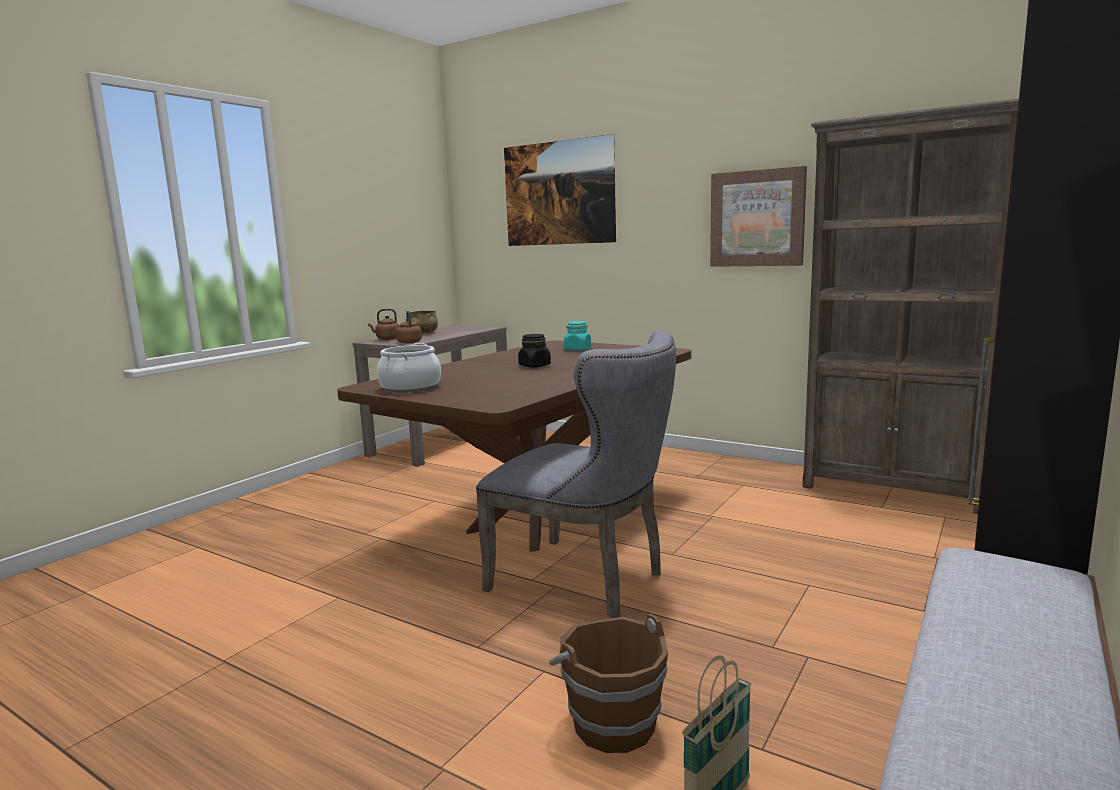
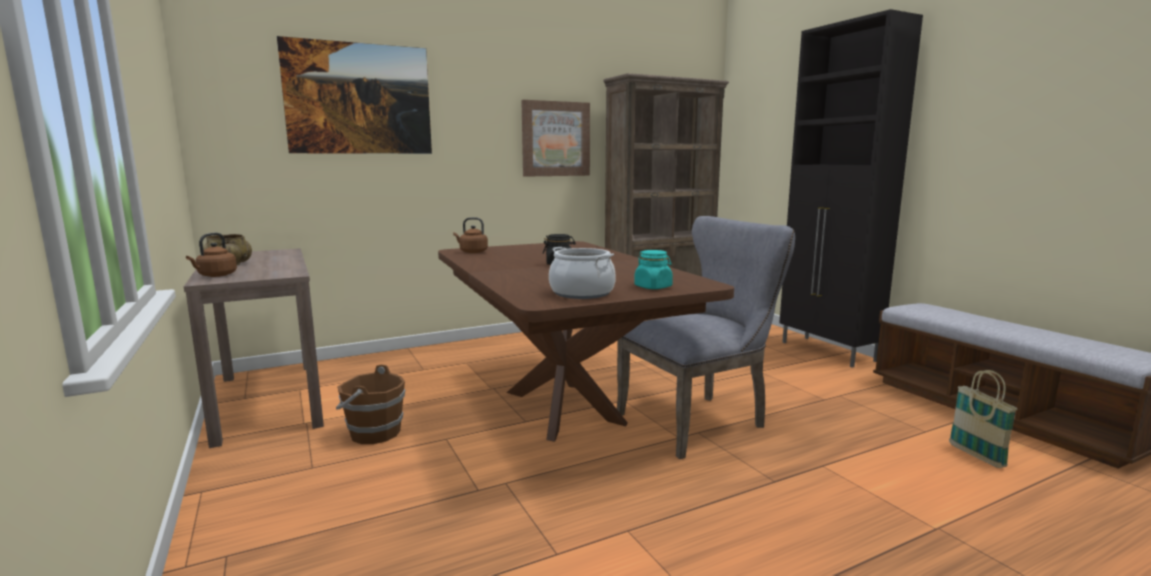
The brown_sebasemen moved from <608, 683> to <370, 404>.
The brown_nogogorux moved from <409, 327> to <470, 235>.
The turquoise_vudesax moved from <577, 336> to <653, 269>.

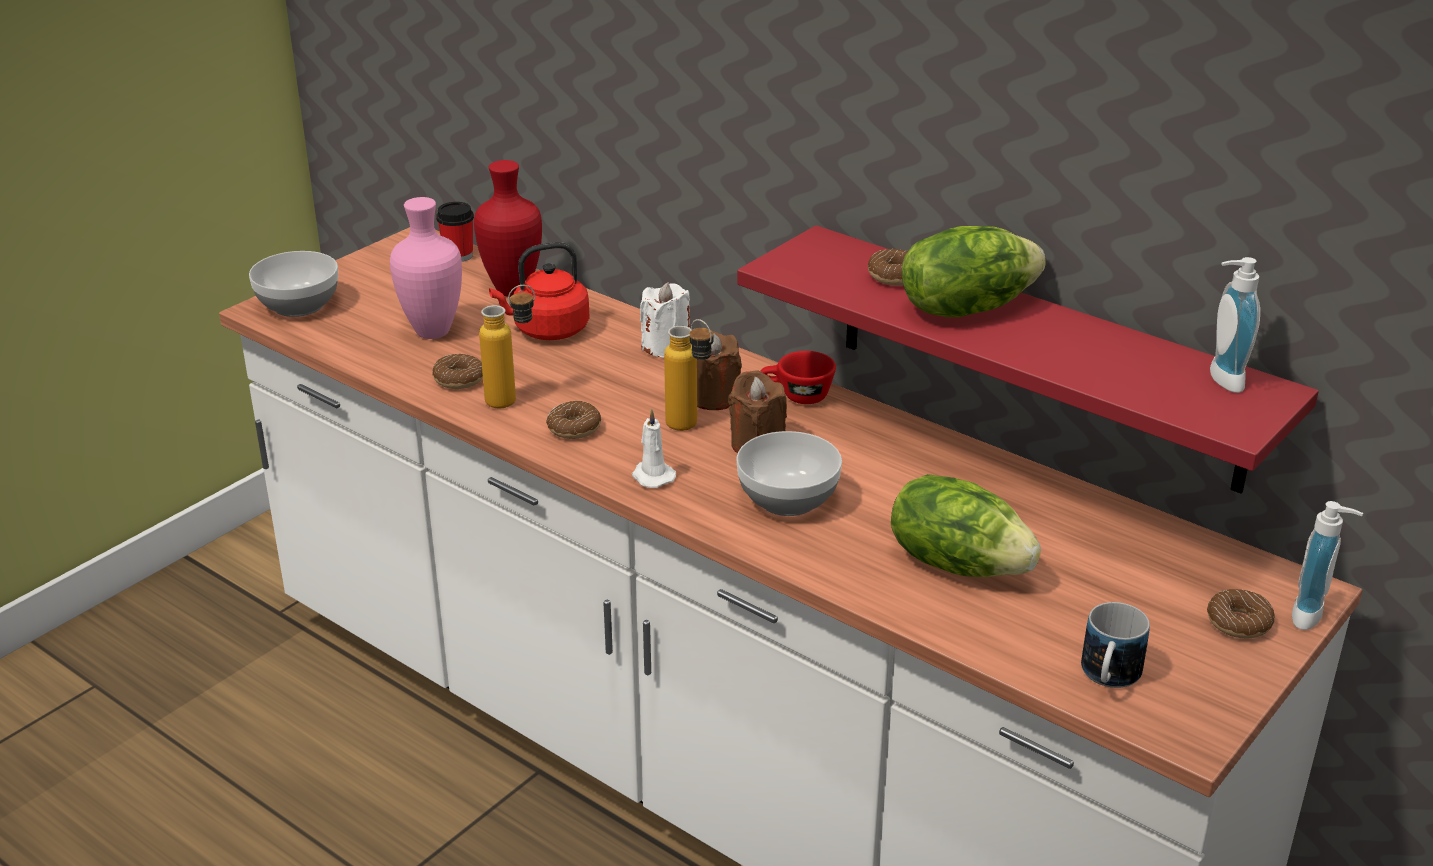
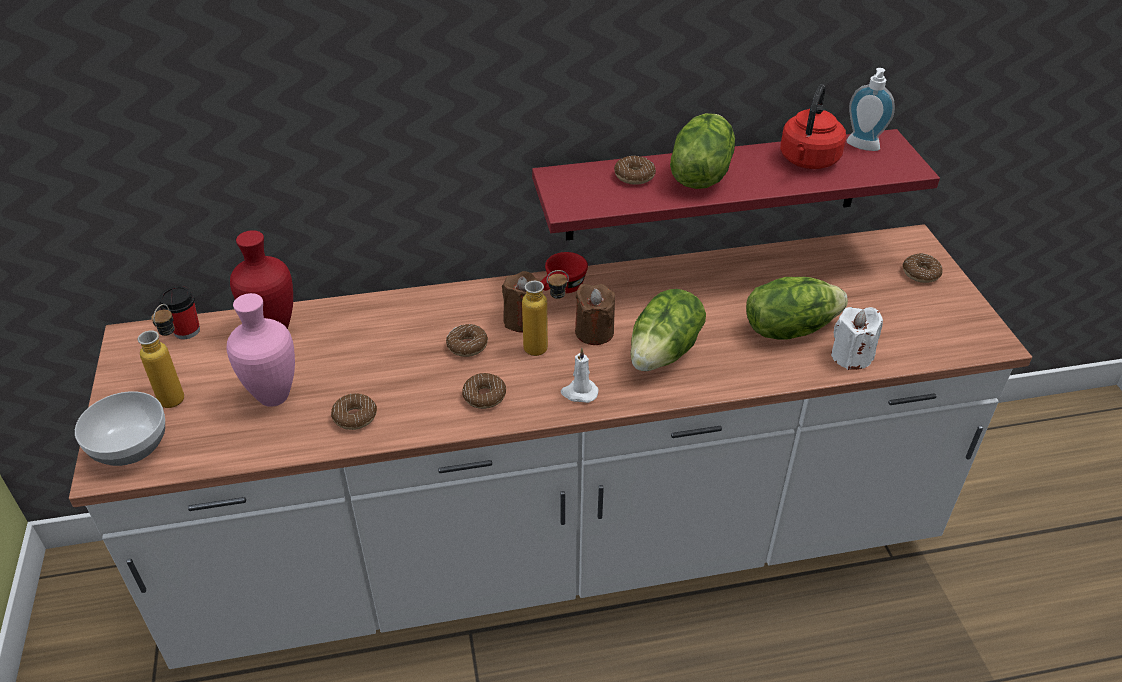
The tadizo moved from <507, 347> to <160, 356>.
The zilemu at <467, 340> appeared.
The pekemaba at <789, 473> was replaced by the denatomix at <668, 330>.
The red_nogogorux moved from <539, 291> to <813, 126>.
The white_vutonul moved from <665, 319> to <857, 338>.
The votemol at <1115, 645> disappeared.
The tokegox at <1327, 565> disappeared.

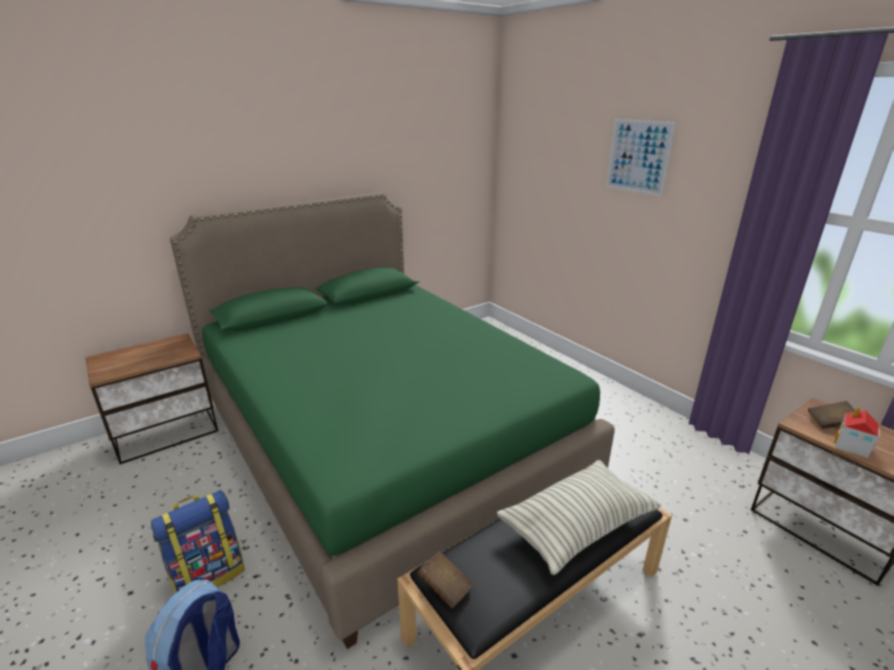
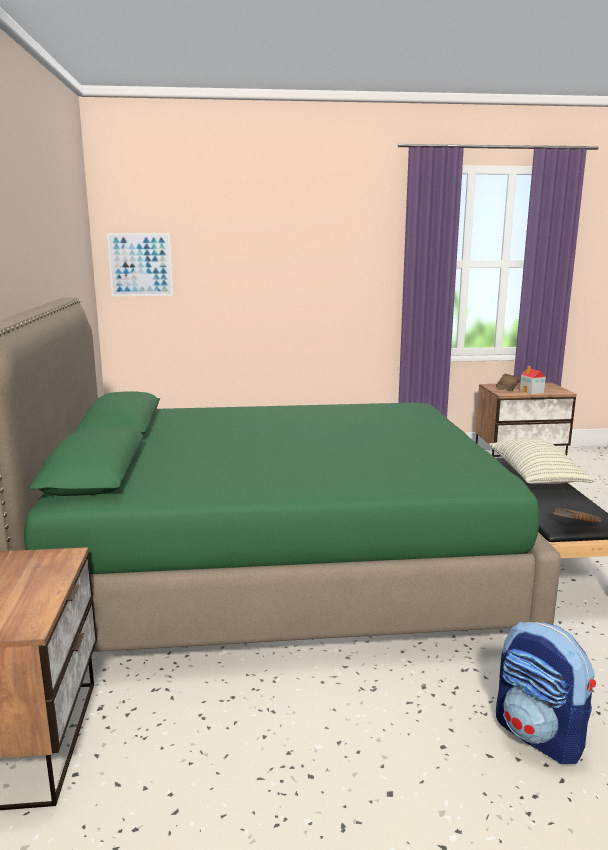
The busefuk moved from <641, 157> to <140, 264>.
The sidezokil at <198, 542> disappeared.

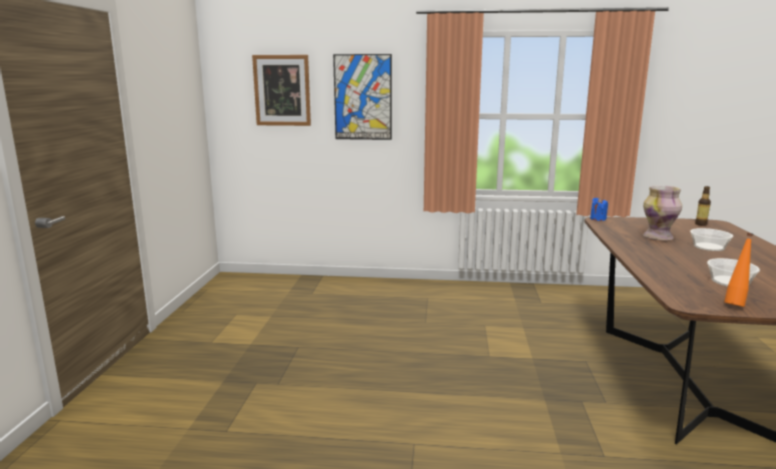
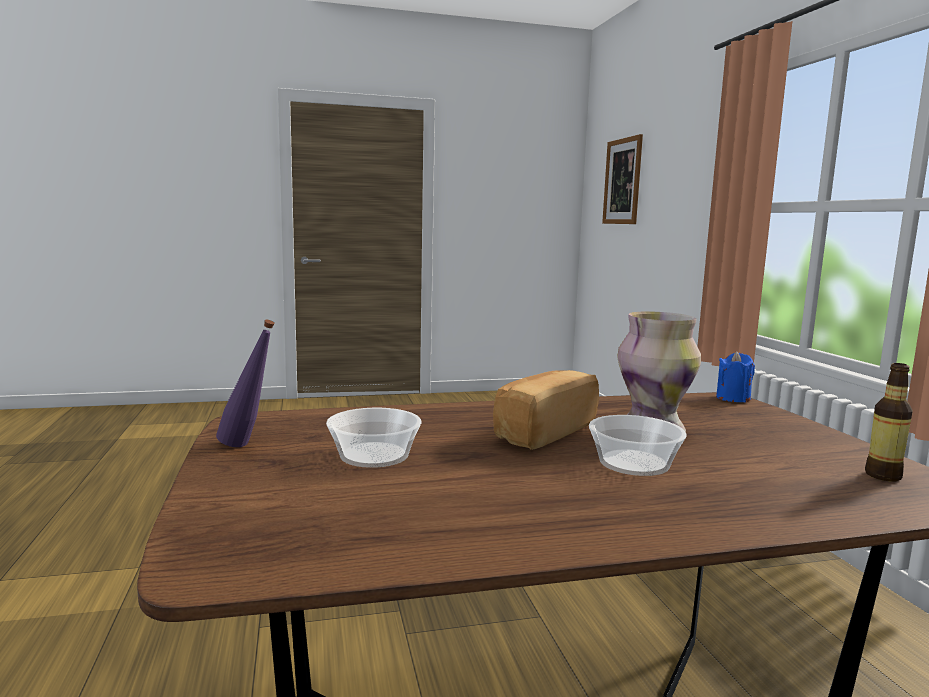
The orange_tadizo at <738, 270> became the purple_tadizo at <245, 383>.
The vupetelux at <546, 410> appeared.
The busefuk at <362, 97> disappeared.

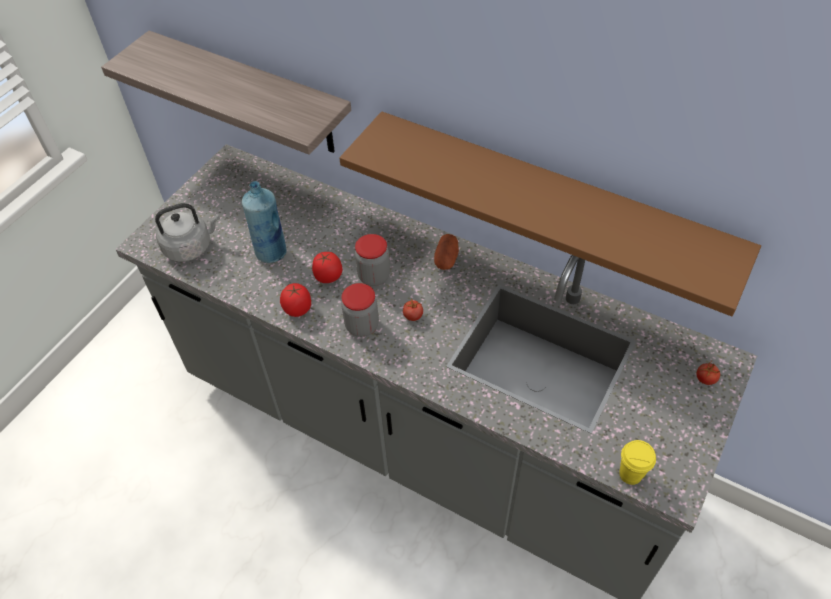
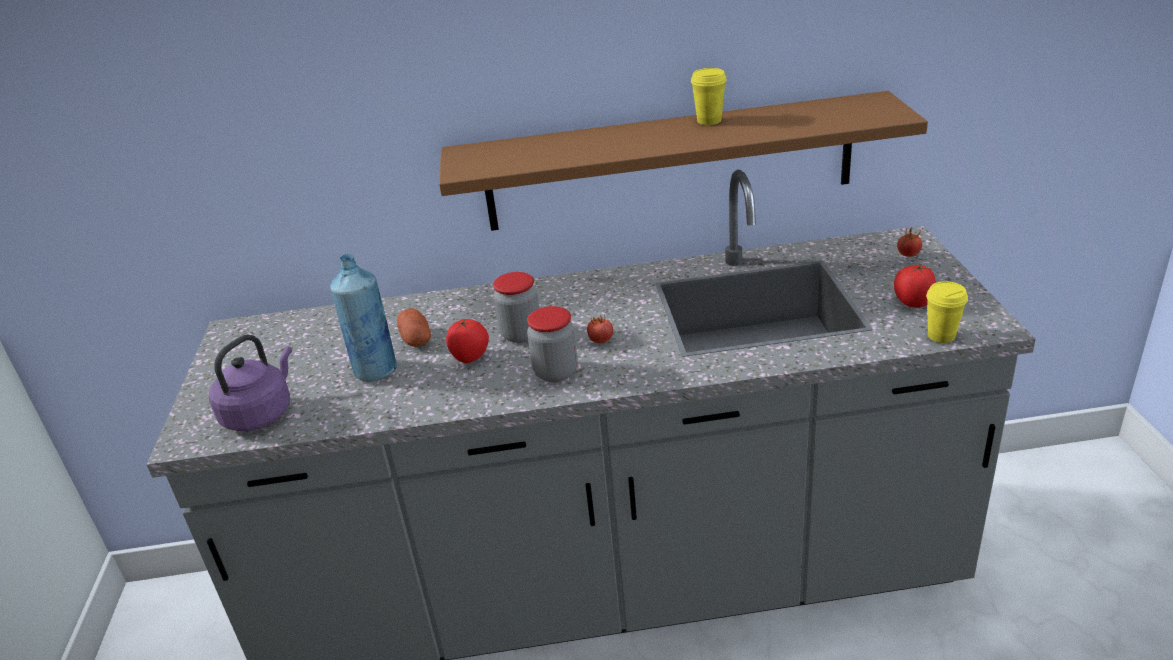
The grey_nogogorux at <187, 232> became the purple_nogogorux at <250, 382>.
The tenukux moved from <446, 252> to <414, 327>.
The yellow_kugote at <709, 96> appeared.
The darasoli moved from <295, 300> to <915, 286>.
The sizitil at <226, 93> disappeared.

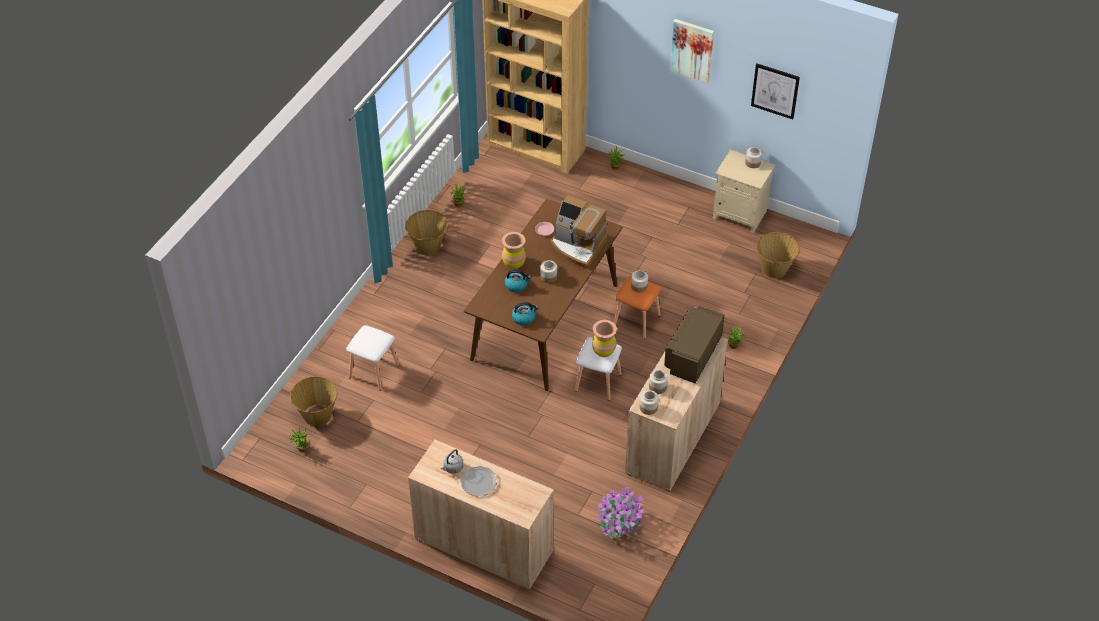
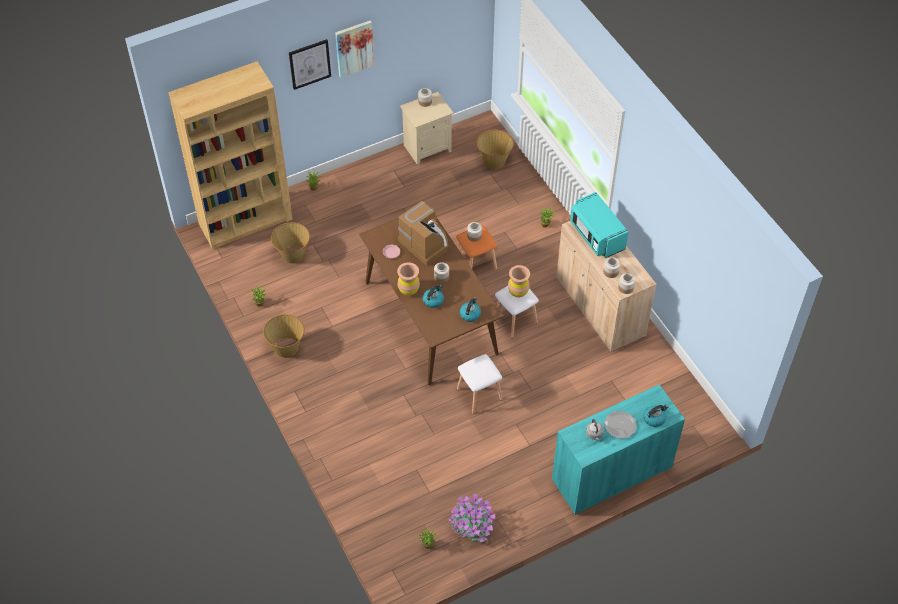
The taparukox moved from <313, 401> to <290, 243>.
The busefuk moved from <775, 91> to <310, 64>.
The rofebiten at <579, 231> turned 105 degrees counterclockwise.
The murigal moved from <621, 513> to <471, 518>.
The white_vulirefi moved from <372, 357> to <479, 384>.
The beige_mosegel at <481, 515> became the turquoise_mosegel at <618, 449>.
The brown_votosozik at <694, 344> became the turquoise_votosozik at <599, 225>.
The nogogorux at <655, 416> appeared.

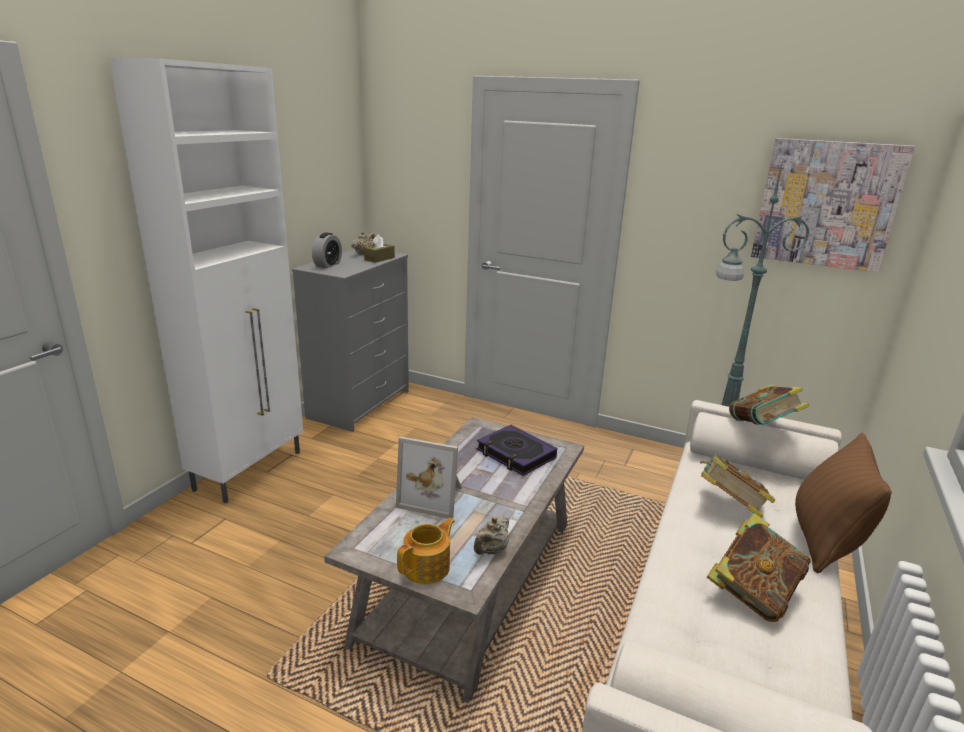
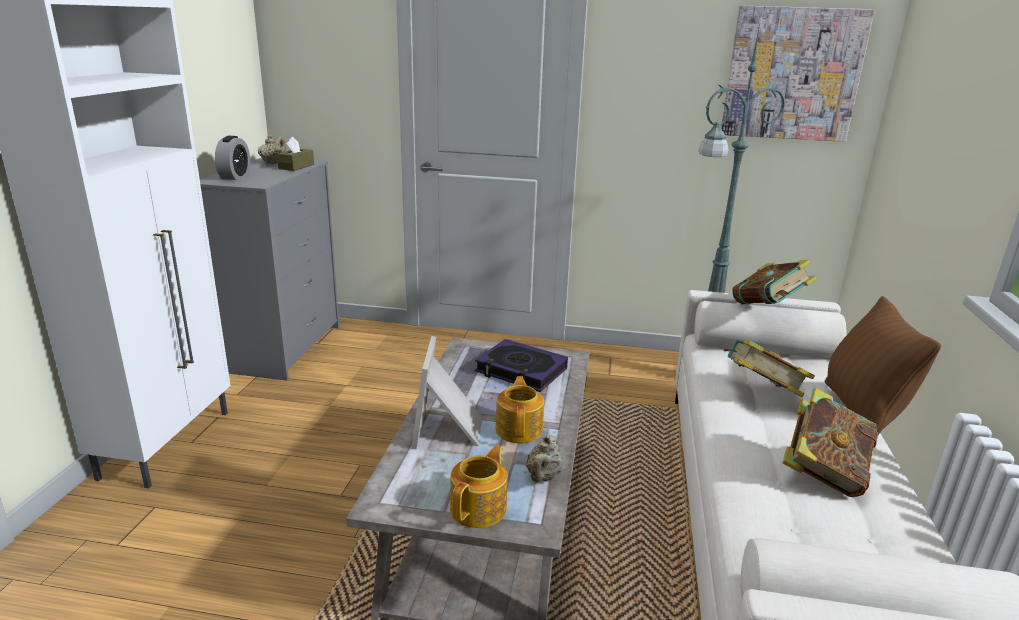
The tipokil at <429, 477> turned 90 degrees clockwise.
The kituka at <520, 409> appeared.

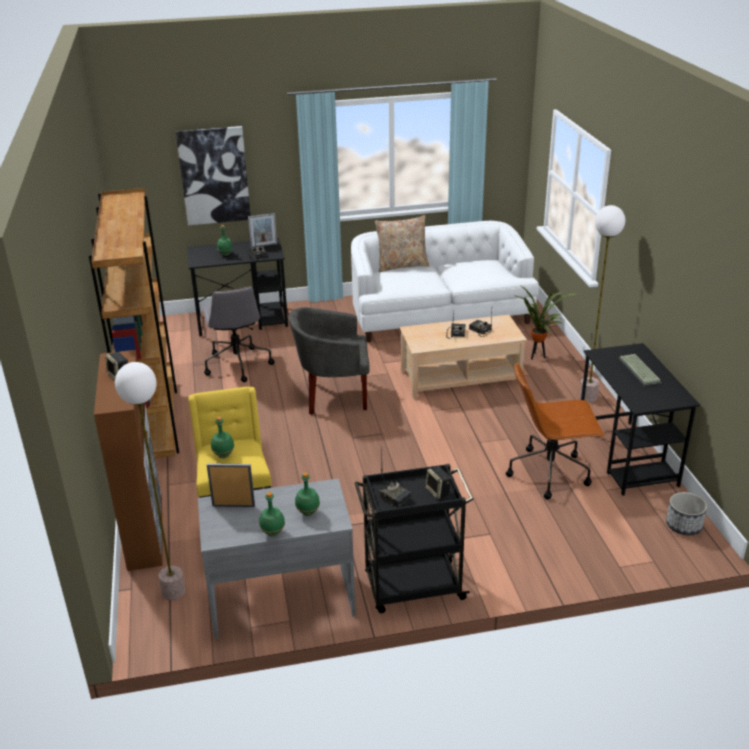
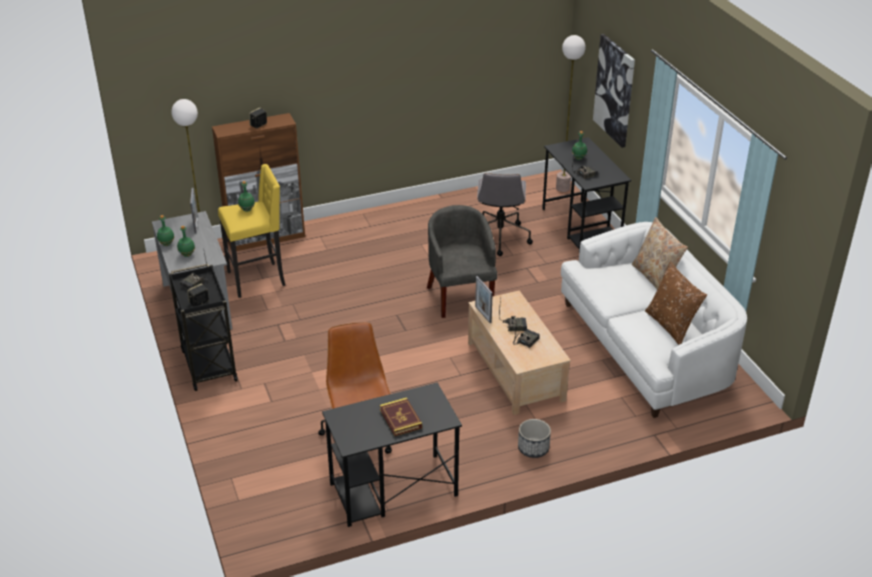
The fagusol at <640, 370> was replaced by the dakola at <401, 416>.
The tipokil moved from <262, 230> to <484, 299>.
The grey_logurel at <238, 334> turned 60 degrees counterclockwise.
The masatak moved from <686, 513> to <534, 438>.
The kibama moved from <602, 303> to <571, 113>.
The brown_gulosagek at <676, 303> appeared.
The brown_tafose at <133, 323> disappeared.
The murigal at <544, 322> disappeared.

